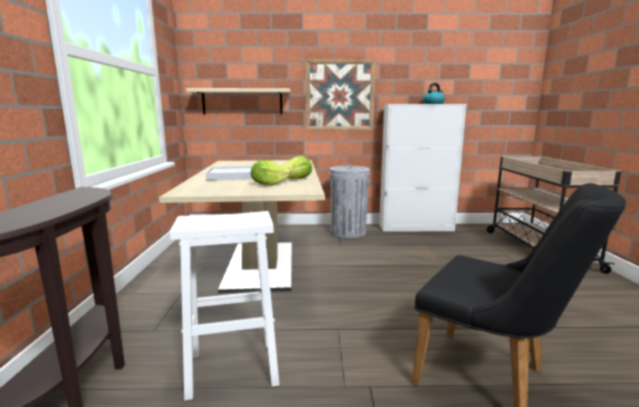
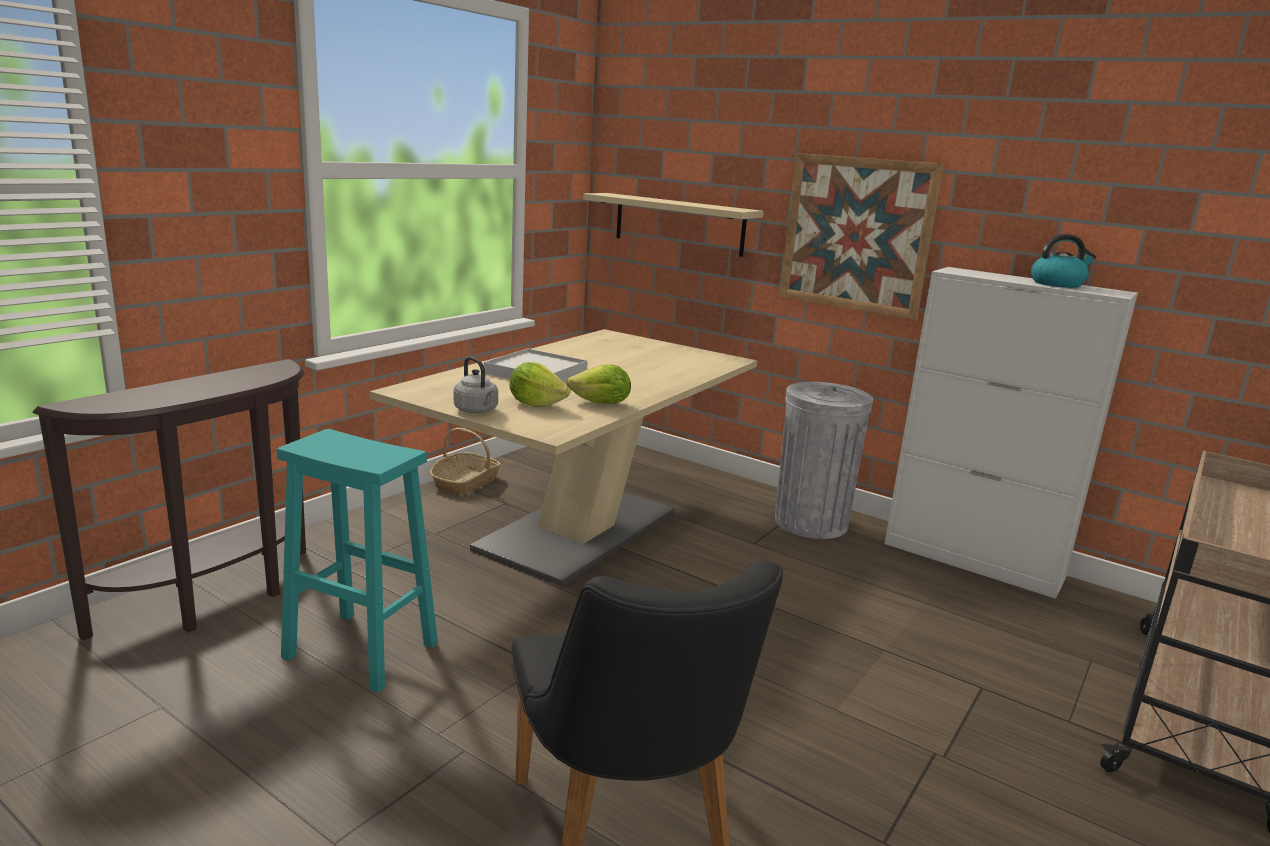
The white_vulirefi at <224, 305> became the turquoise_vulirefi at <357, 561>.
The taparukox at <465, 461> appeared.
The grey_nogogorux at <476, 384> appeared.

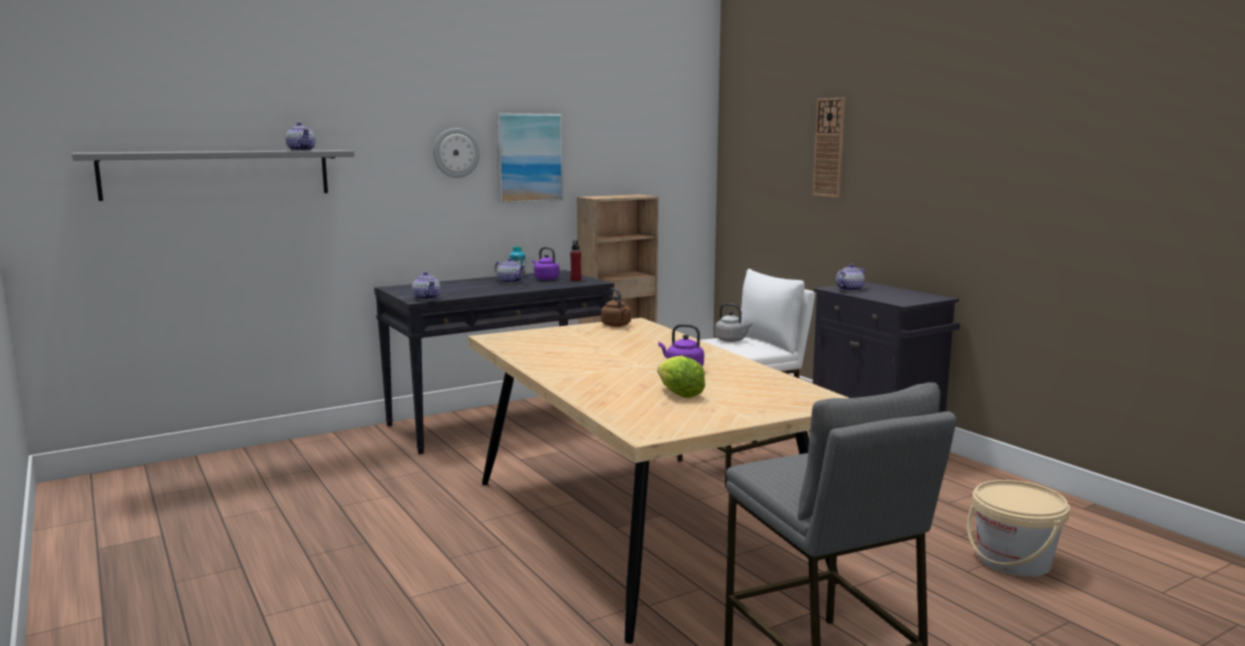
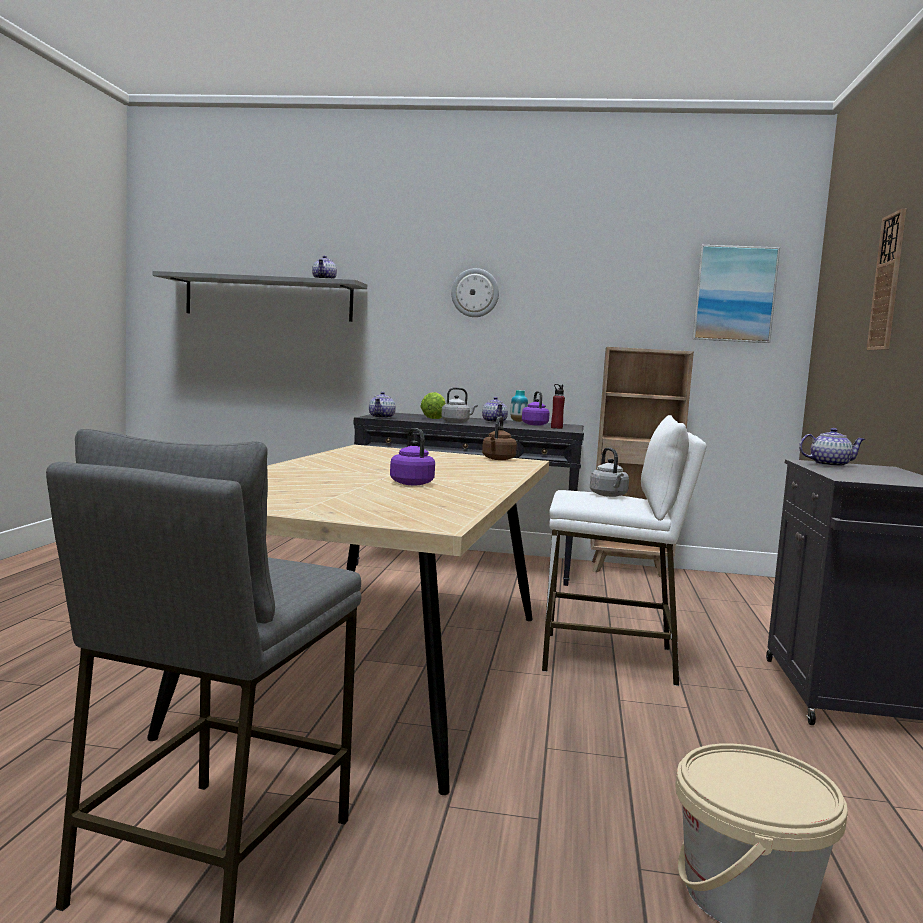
The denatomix moved from <681, 377> to <433, 405>.
The grey_nogogorux at <459, 405> appeared.
The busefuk moved from <529, 158> to <736, 294>.

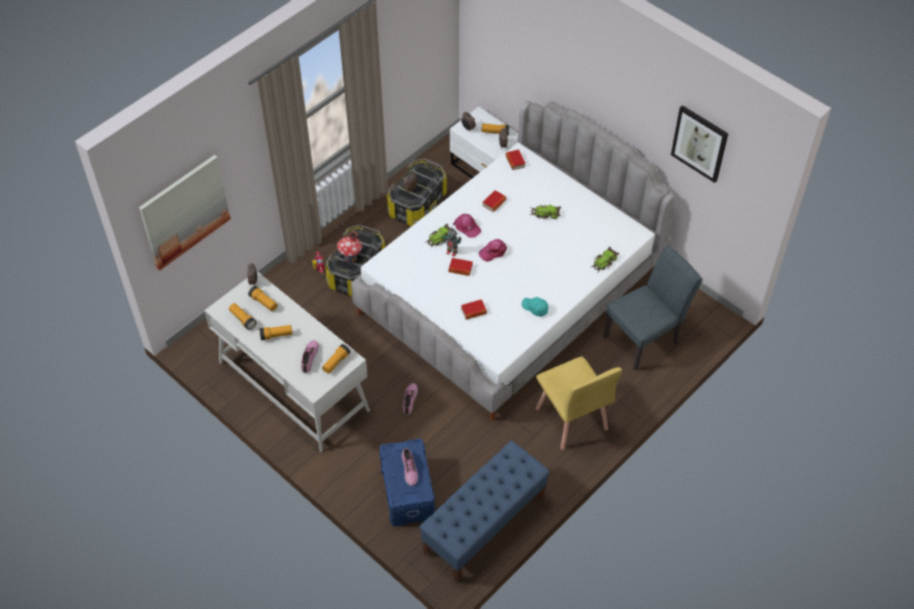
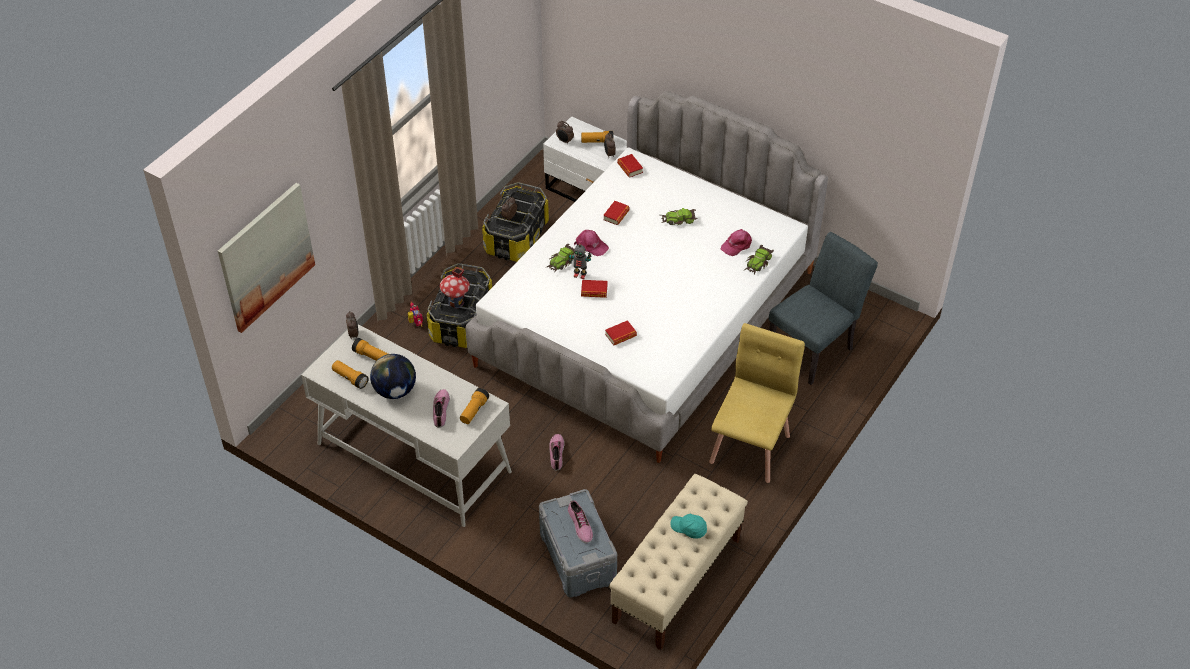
The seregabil at <276, 332> was replaced by the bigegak at <393, 376>.
The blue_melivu at <407, 482> became the grey_melivu at <578, 543>.
The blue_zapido at <484, 511> became the beige_zapido at <678, 562>.
The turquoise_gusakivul moved from <535, 306> to <689, 526>.
The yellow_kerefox at <579, 403> turned 120 degrees counterclockwise.
The pink_gusakivul moved from <492, 250> to <736, 242>.
The busefuk at <700, 144> disappeared.

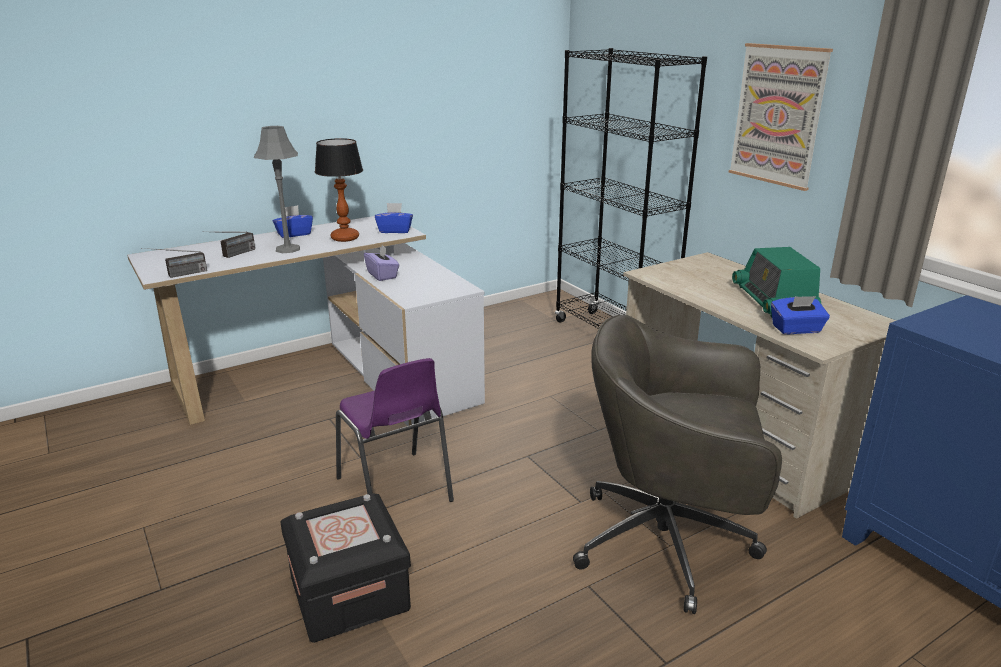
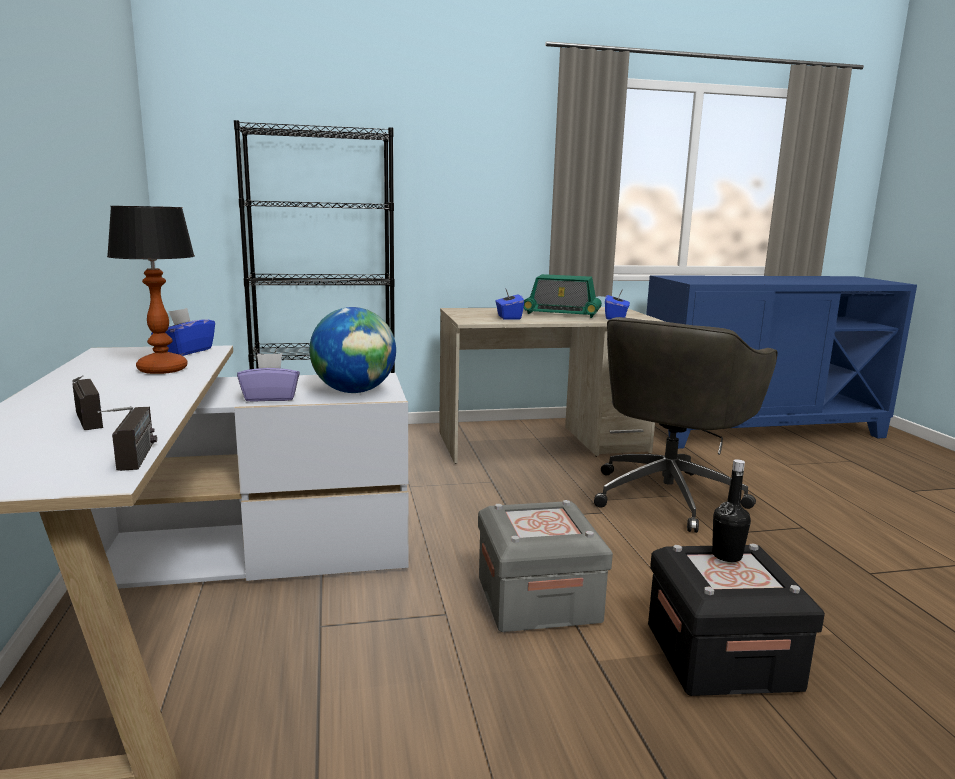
The bigegak at <352, 350> appeared.
The purple_kerefox at <395, 430> was replaced by the grey_melivu at <545, 566>.
The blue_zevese moved from <293, 221> to <509, 303>.
The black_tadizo at <731, 510> appeared.
The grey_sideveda at <277, 189> disappeared.
The busefuk at <781, 117> disappeared.

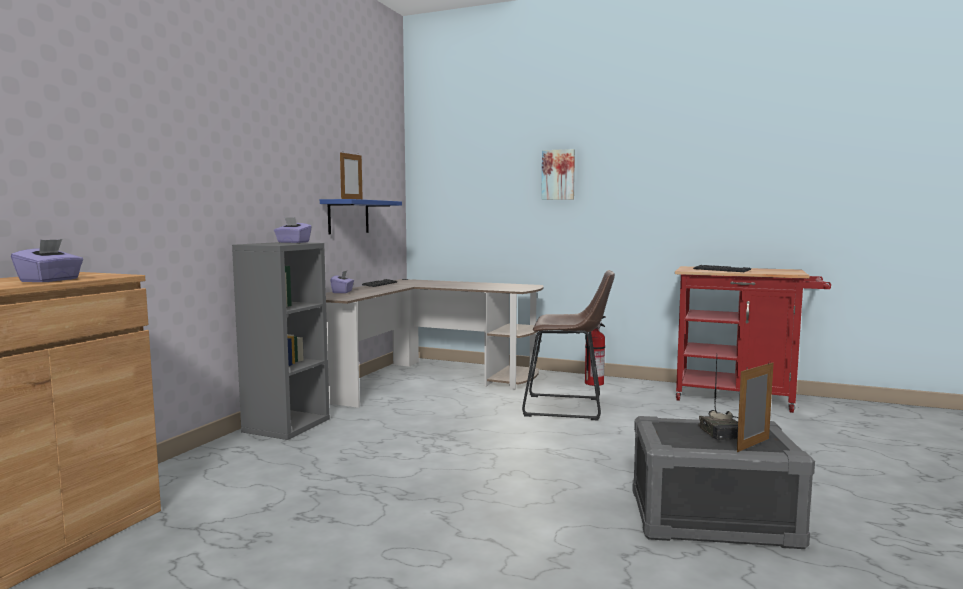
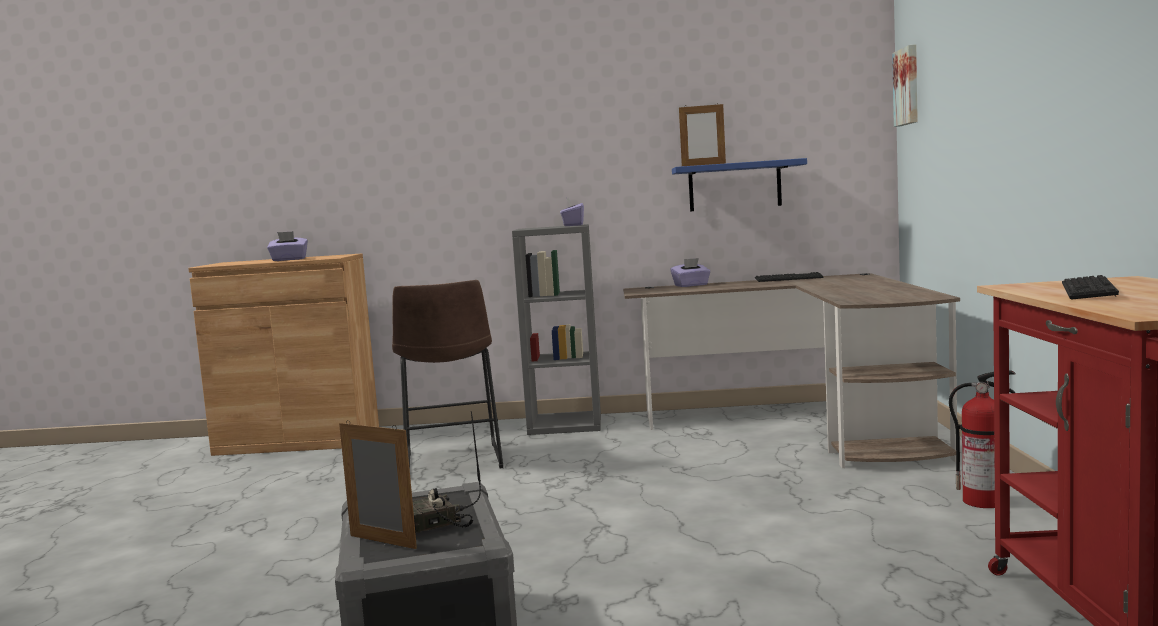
The brown_vulirefi moved from <568, 345> to <447, 374>.
The busefuk moved from <558, 174> to <905, 86>.

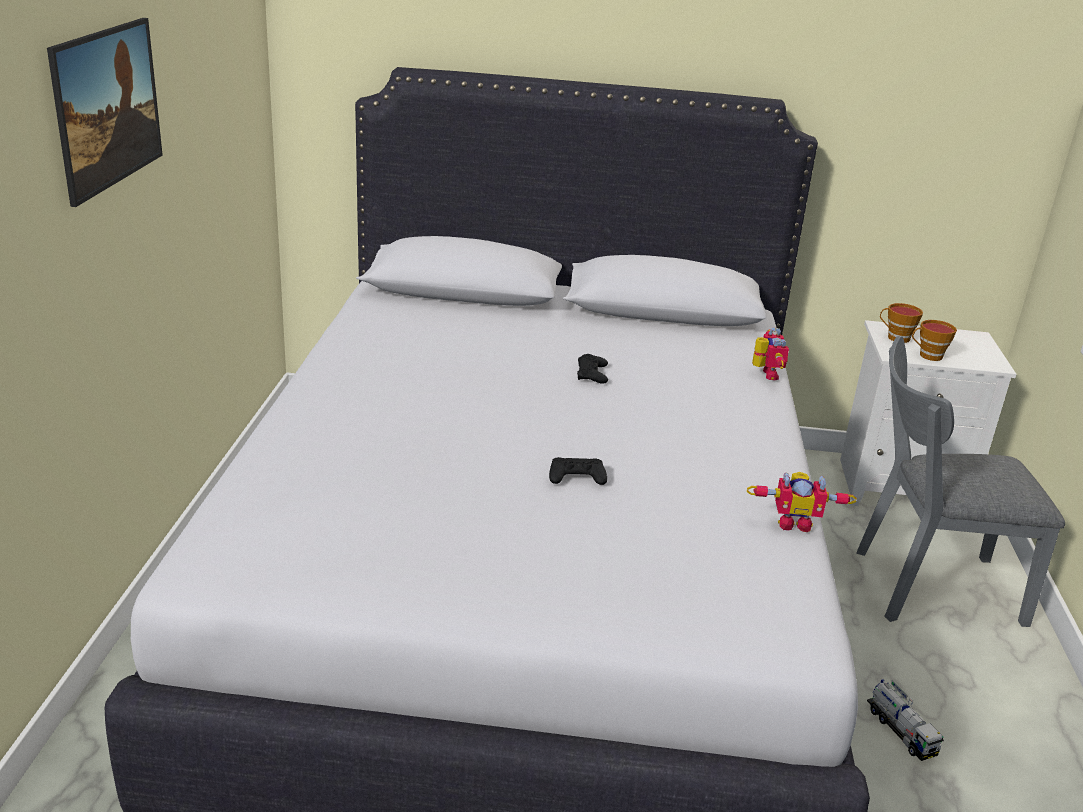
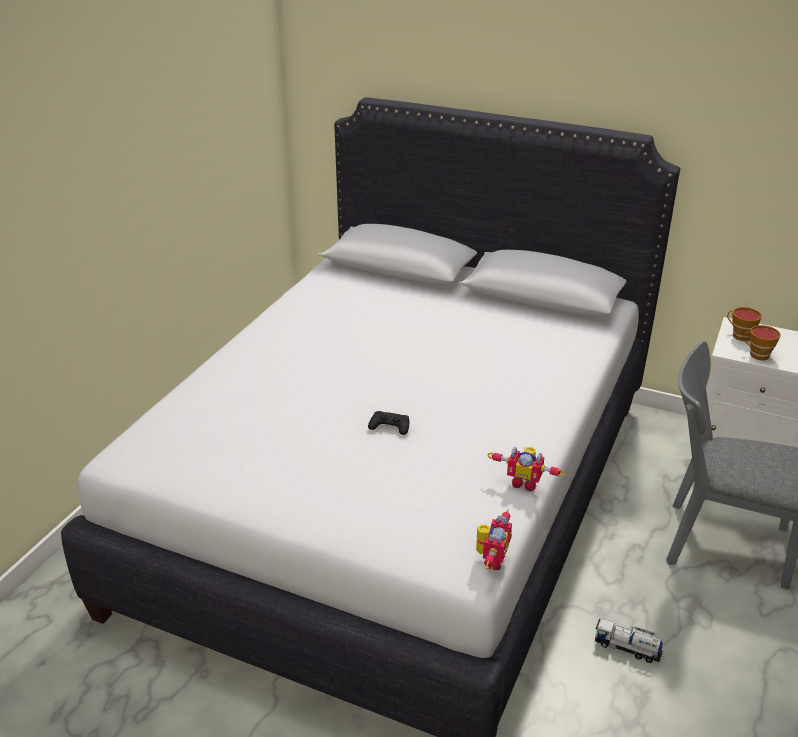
The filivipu moved from <770, 353> to <494, 540>.
The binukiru at <905, 720> turned 120 degrees clockwise.
The busefuk at <105, 112> disappeared.
The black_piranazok at <592, 369> disappeared.

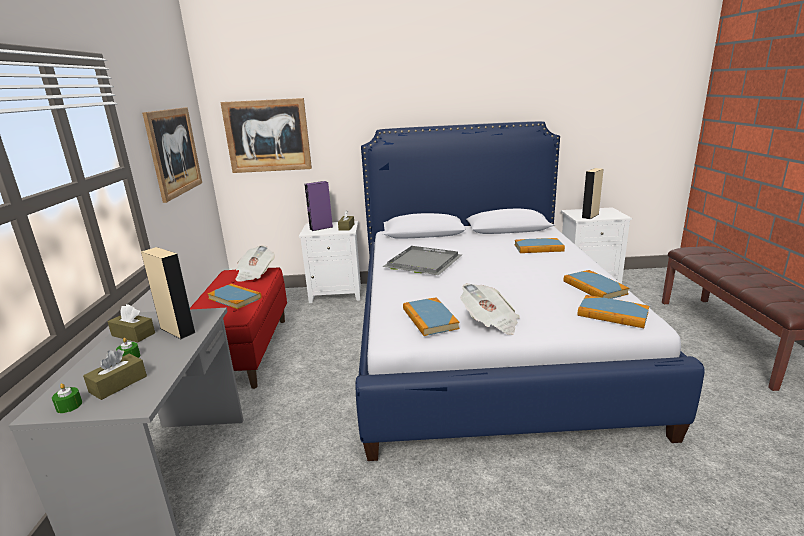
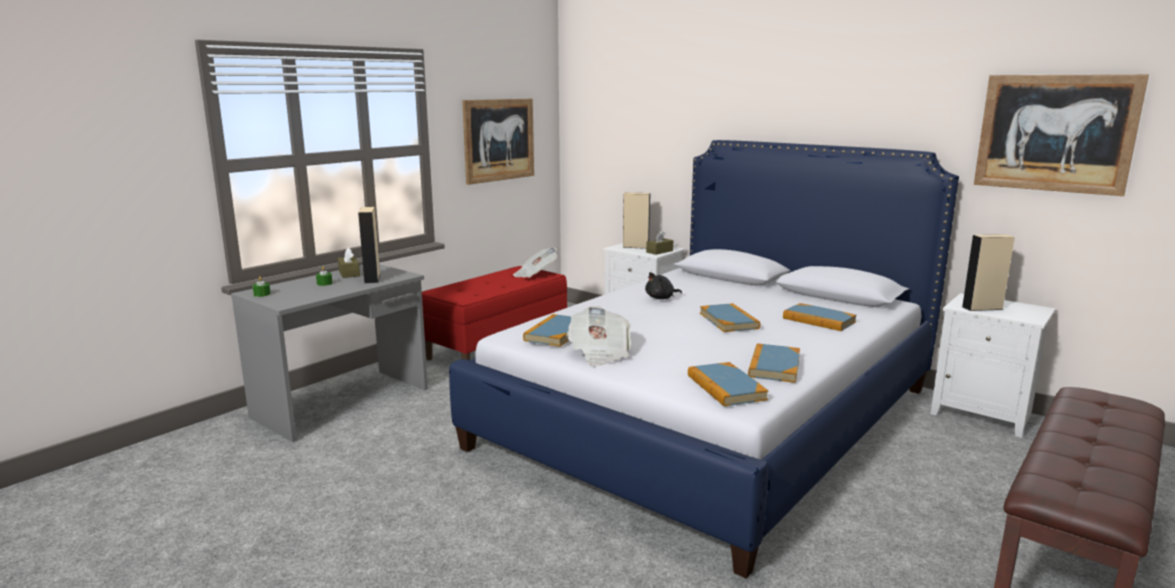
The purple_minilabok at <318, 206> became the beige_minilabok at <636, 220>.
The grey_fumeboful at <422, 260> was replaced by the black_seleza at <663, 285>.
The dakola moved from <234, 296> to <730, 317>.
The busefuk moved from <266, 135> to <1061, 135>.
The brown_zevese at <115, 374> disappeared.

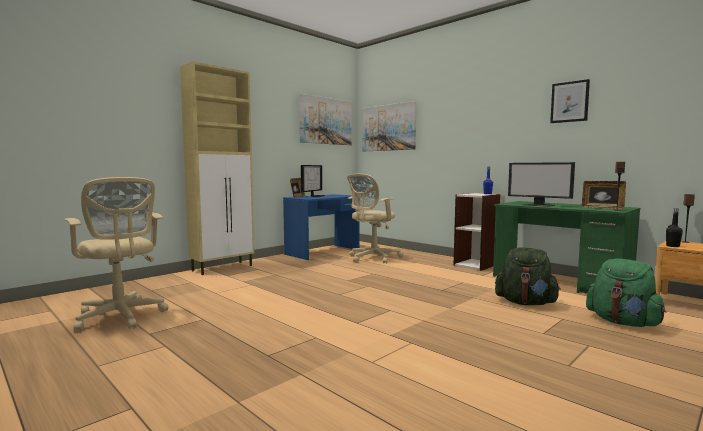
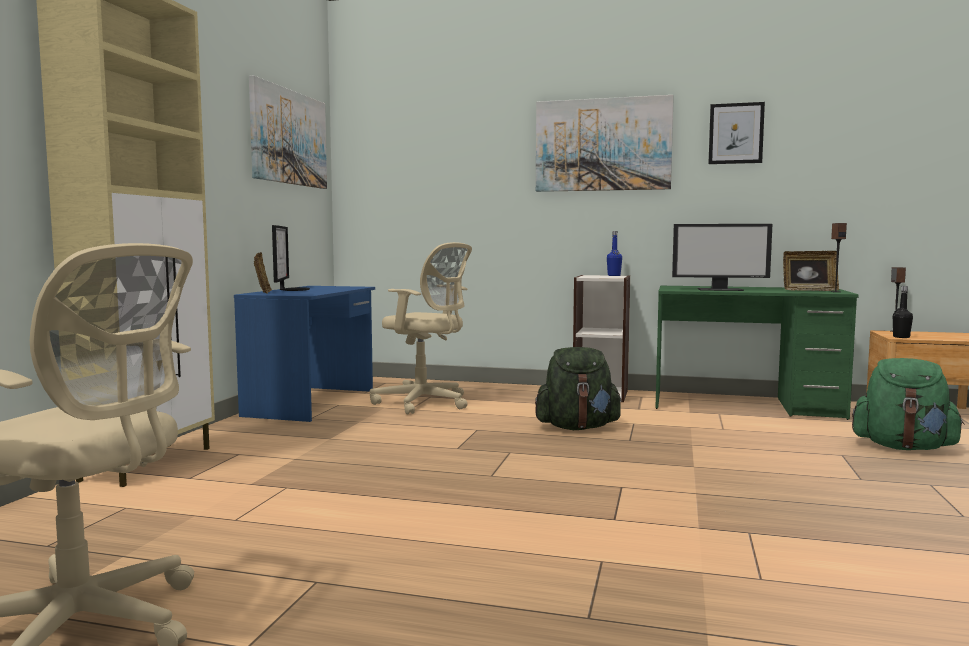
The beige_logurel at <375, 218> turned 75 degrees counterclockwise.
The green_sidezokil moved from <528, 276> to <579, 388>.
The busefuk moved from <389, 126> to <605, 143>.

